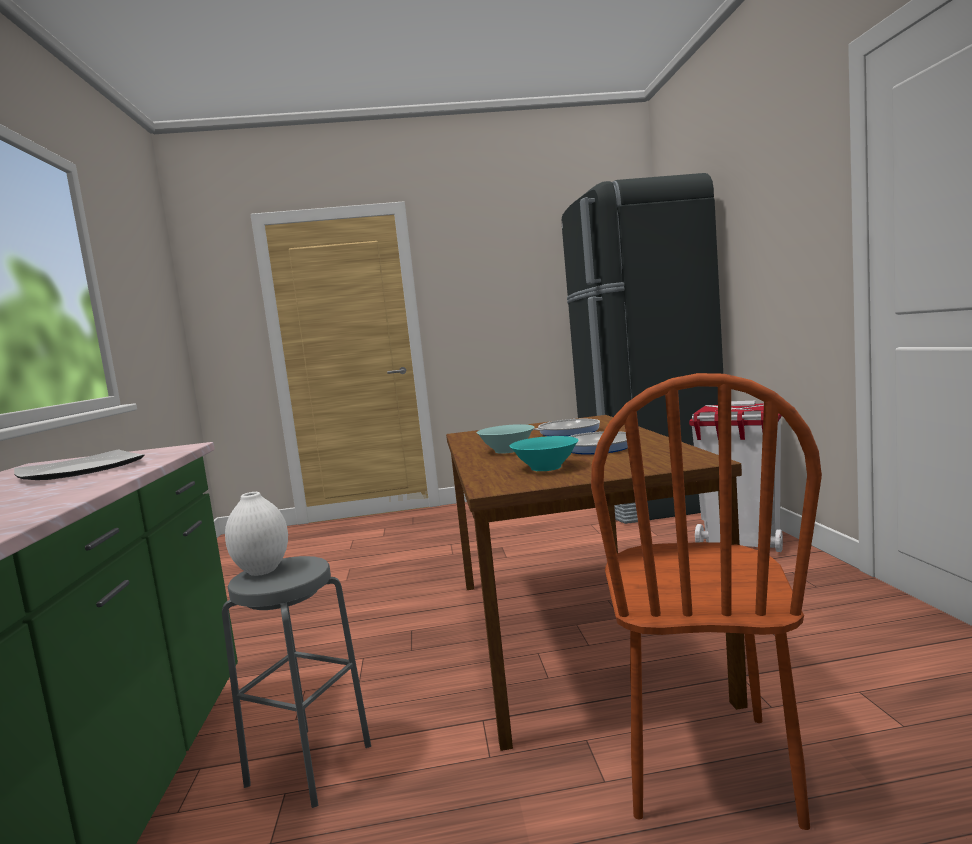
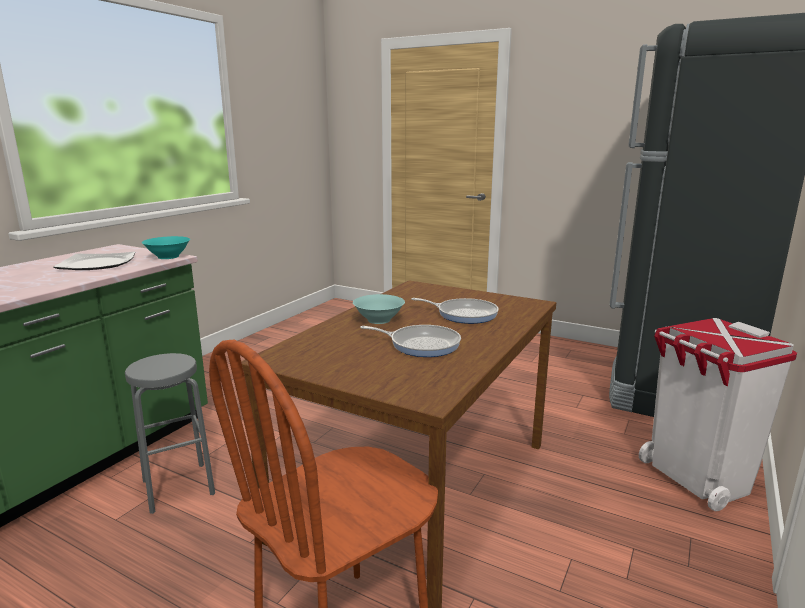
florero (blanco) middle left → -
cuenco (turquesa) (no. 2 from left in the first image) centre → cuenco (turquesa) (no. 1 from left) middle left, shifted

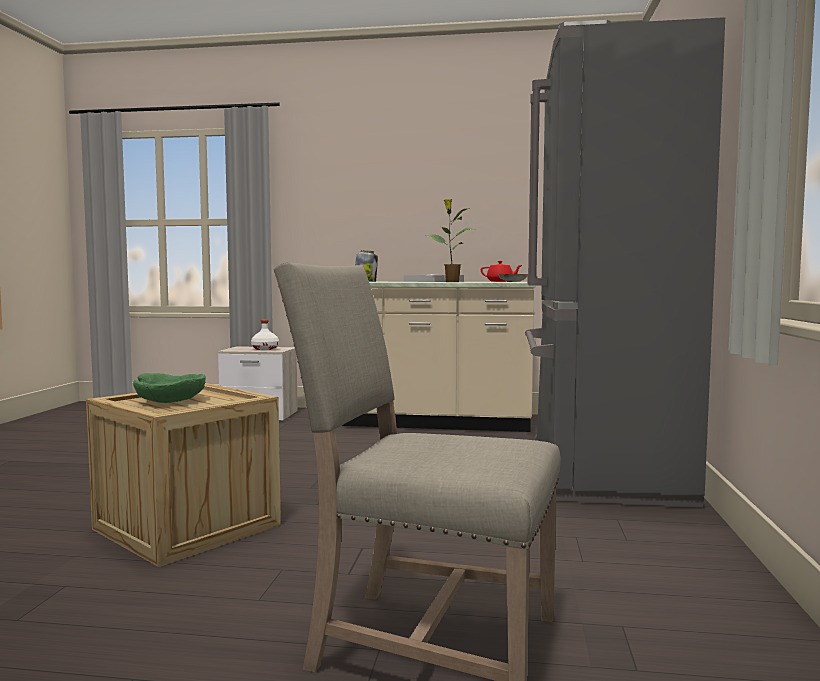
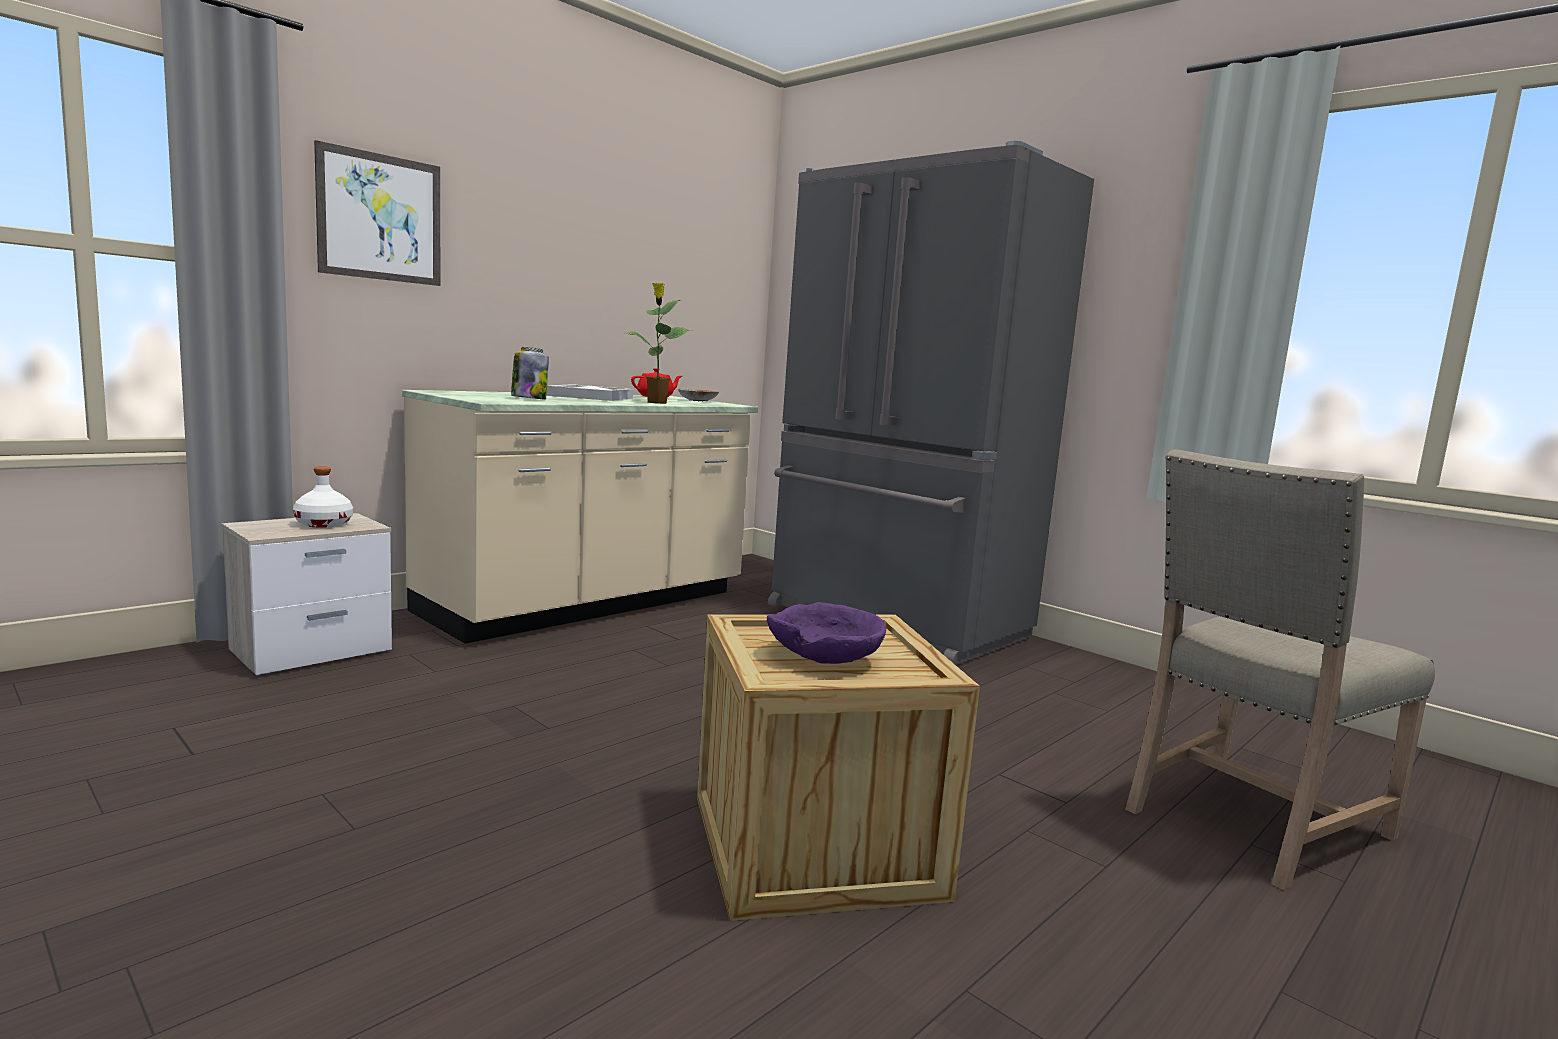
cuenco (verde) middle left → cuenco (morado) centre
- → cuadro top left

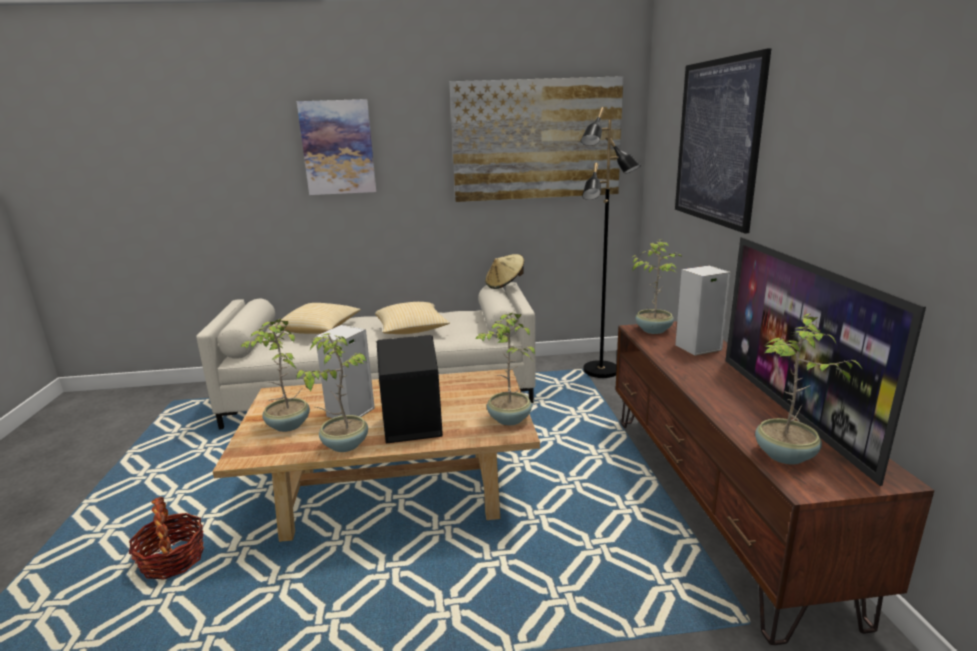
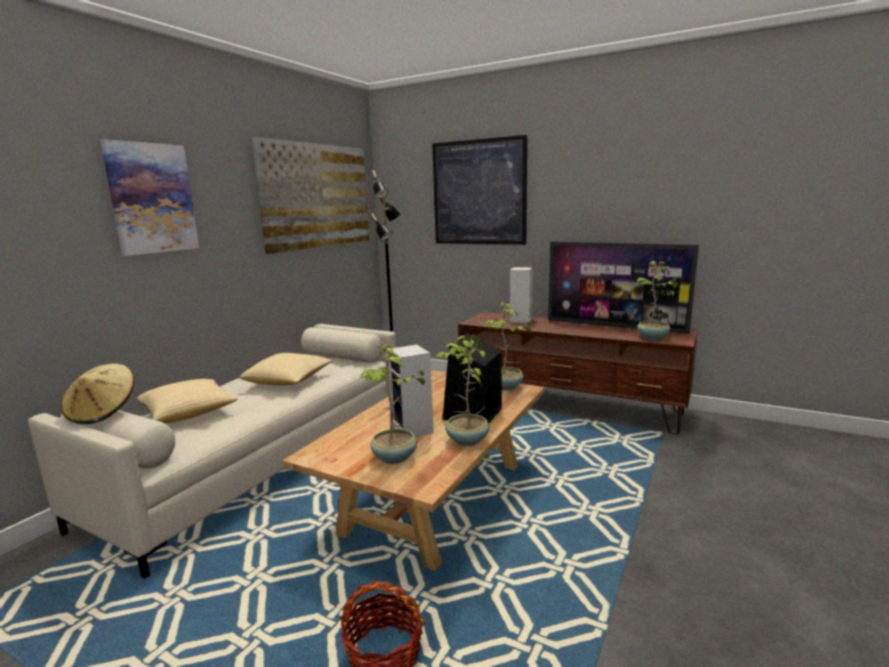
sombrero (beis) centre → sombrero (beis) middle left, shifted
planta en maceta (no. 4 from left) middle right → -

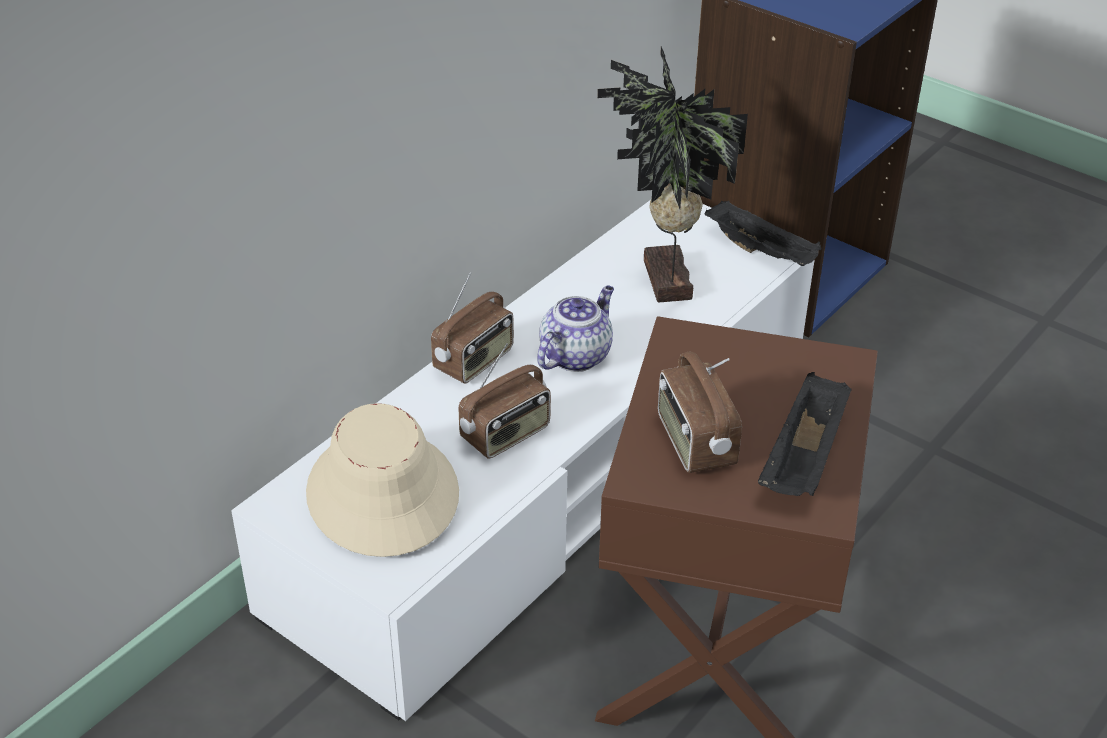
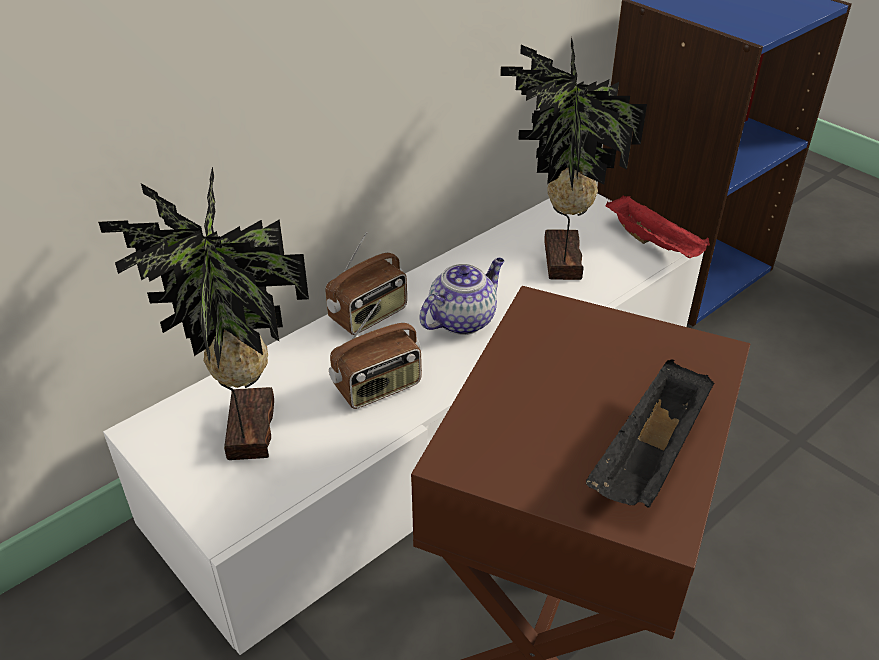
sombrero (beis) centre → planta en maceta (no. 1 from left) middle left
radio (no. 3 from left) centre → -
bandeja (negro) (no. 1 from left) top right → bandeja (rojo) middle right

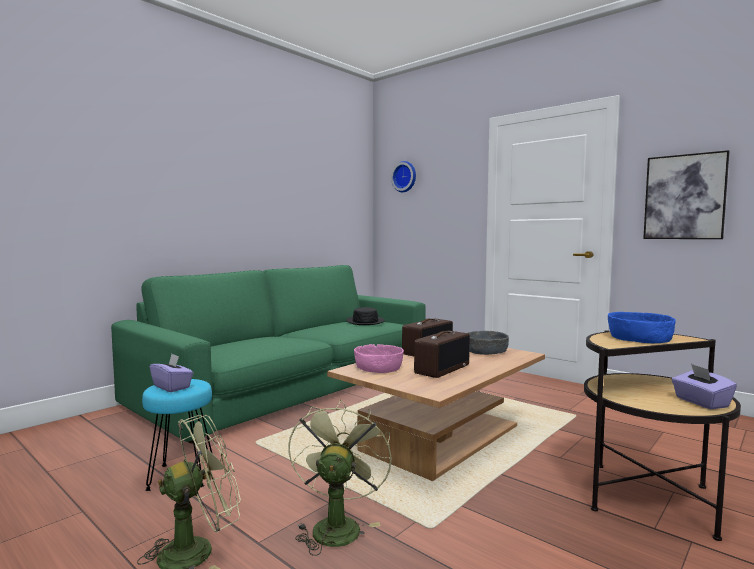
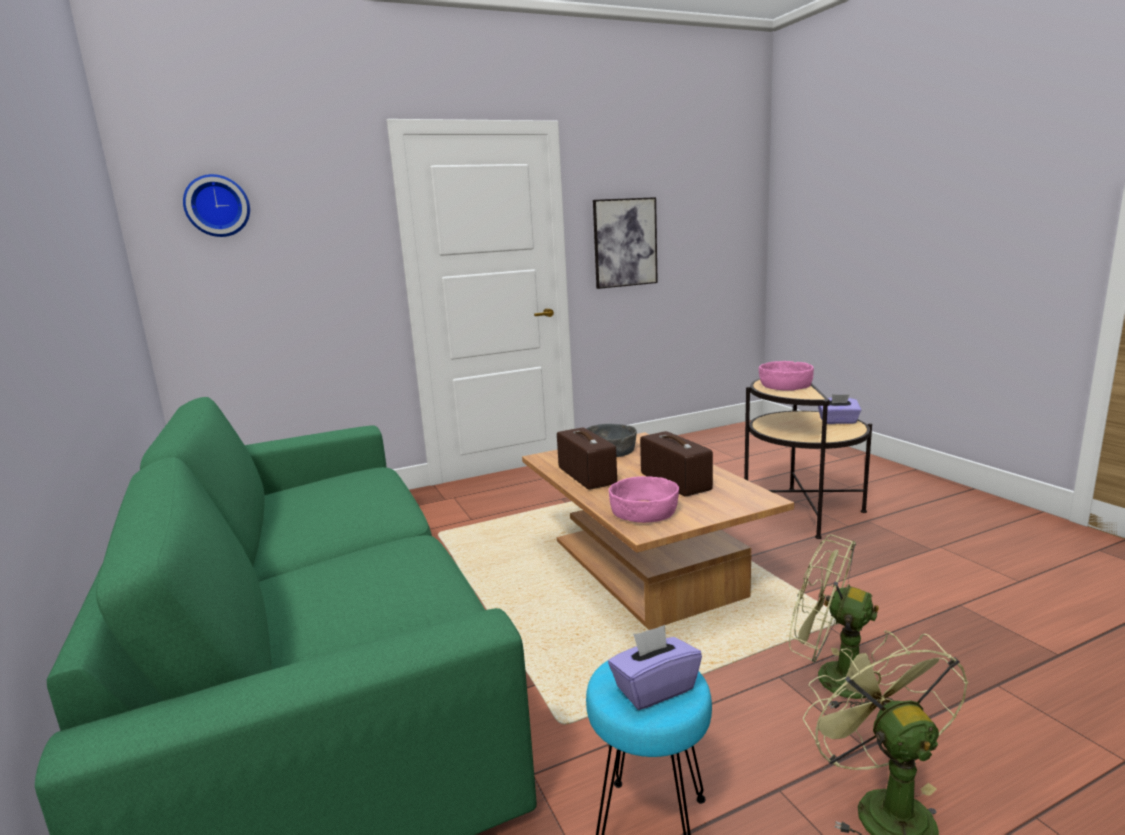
sombrero (negro) centre → -
cuenco (azul) middle right → cuenco (rosa) (no. 2 from left) middle right

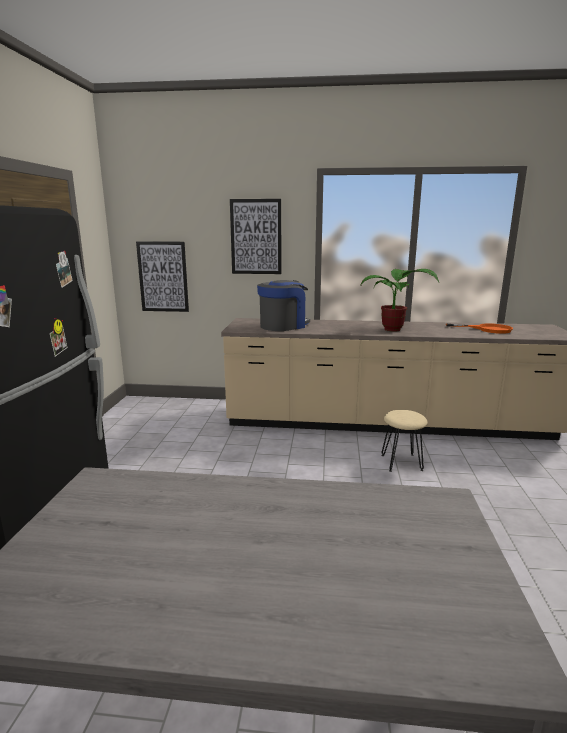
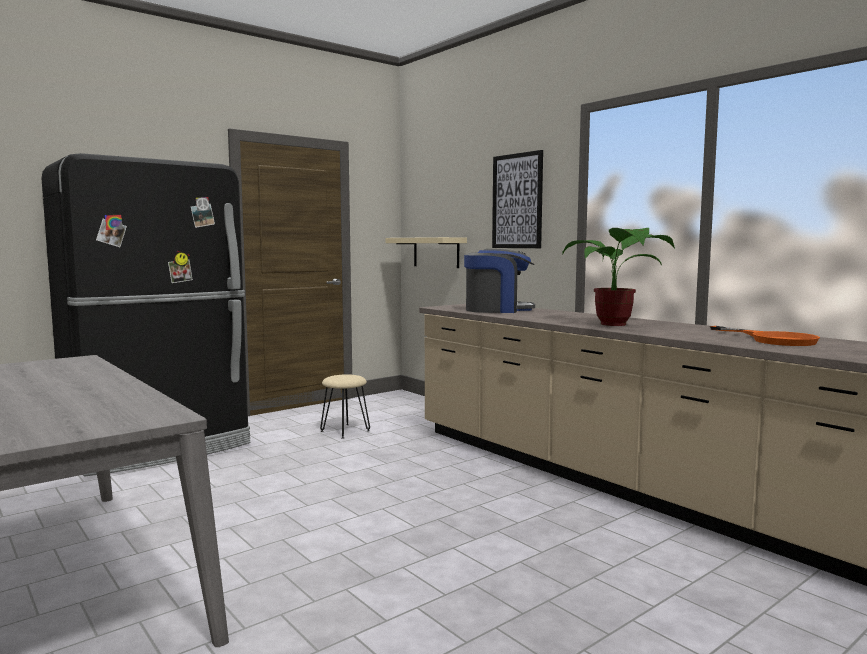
cuadro (no. 1 from left) middle left → estante (beis) centre
taburete (beis) middle right → taburete (beis) centre, shifted

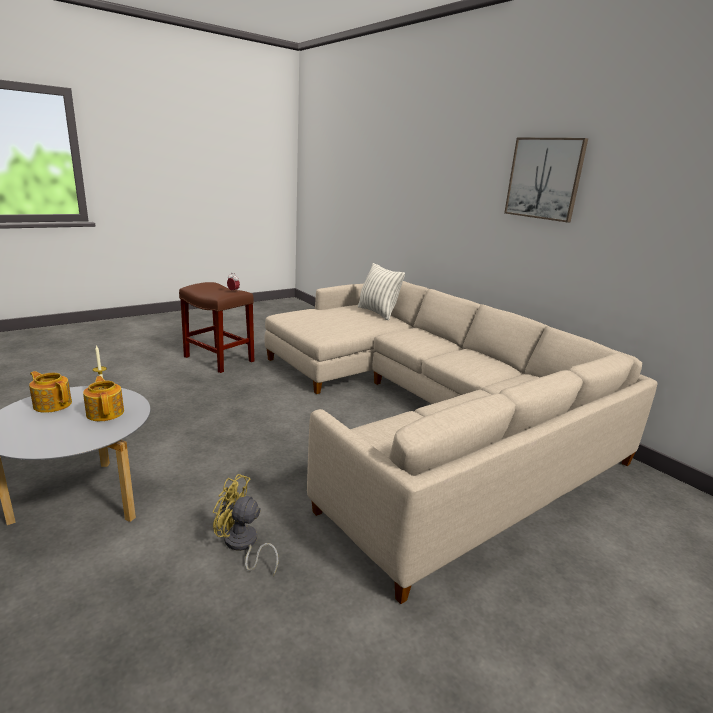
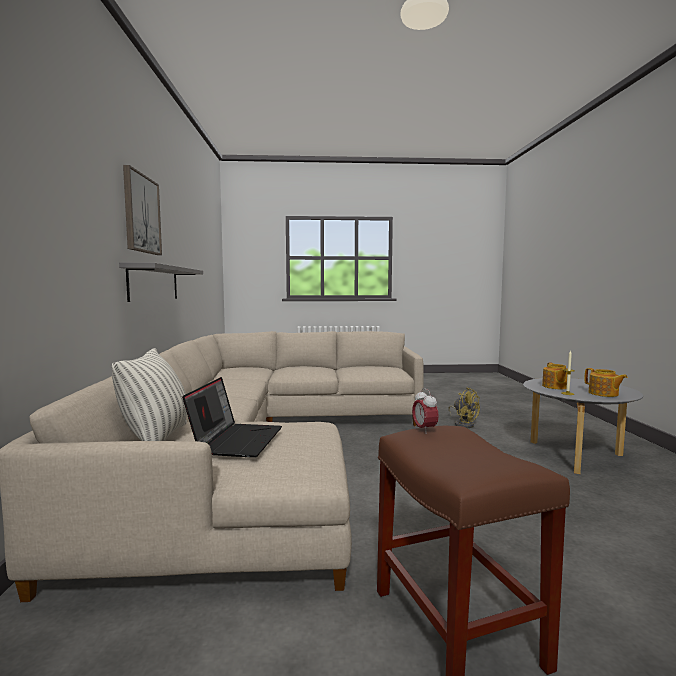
- → estante (gris) middle left
- → portátil centre

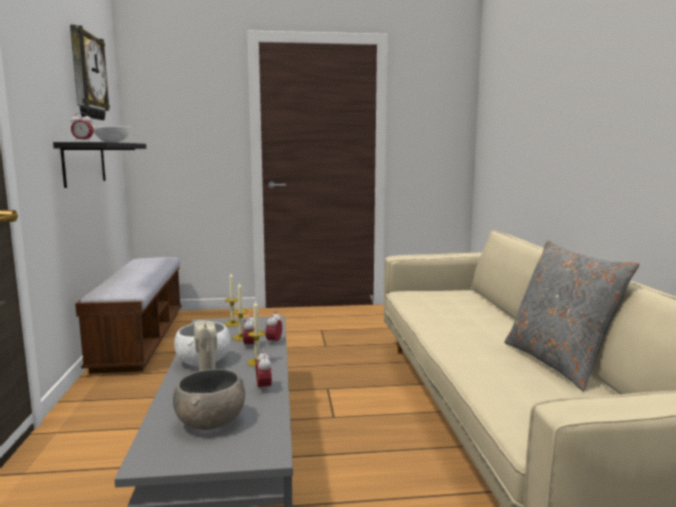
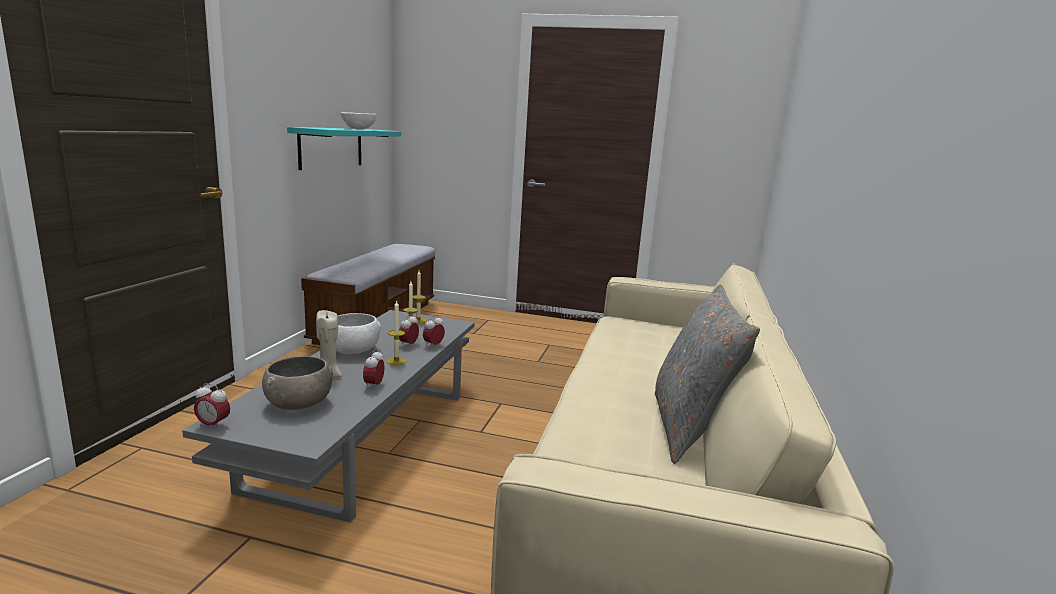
estante (negro) top left → estante (turquesa) top left
reloj de pared top left → -
despertador (no. 1 from left) top left → despertador (no. 1 from left) bottom left, shifted

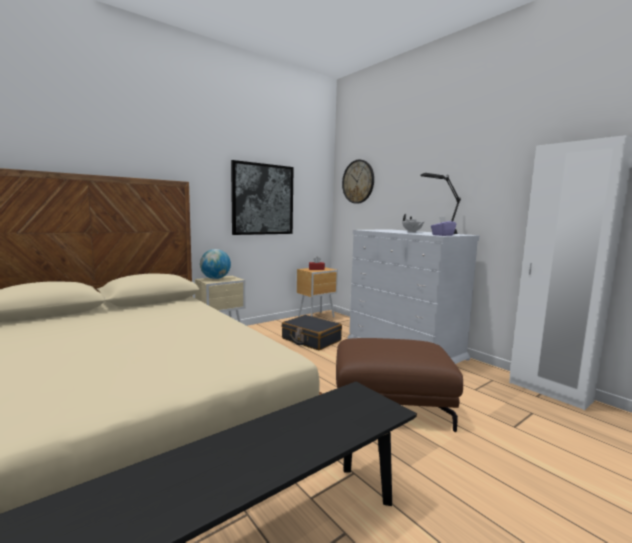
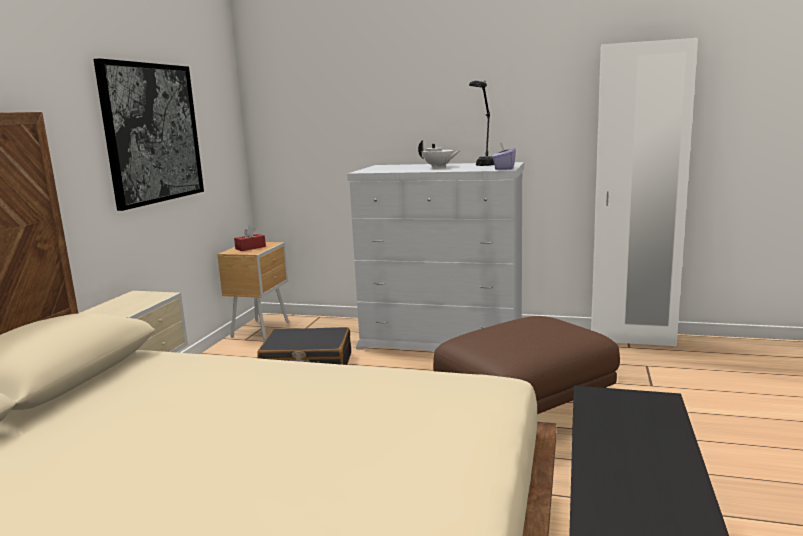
globo terráqueo centre → -
reloj de pared centre → -

